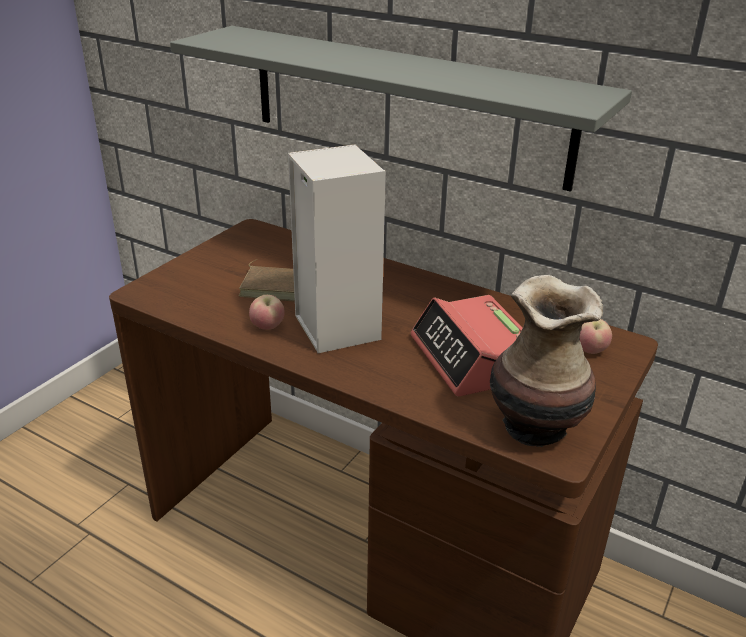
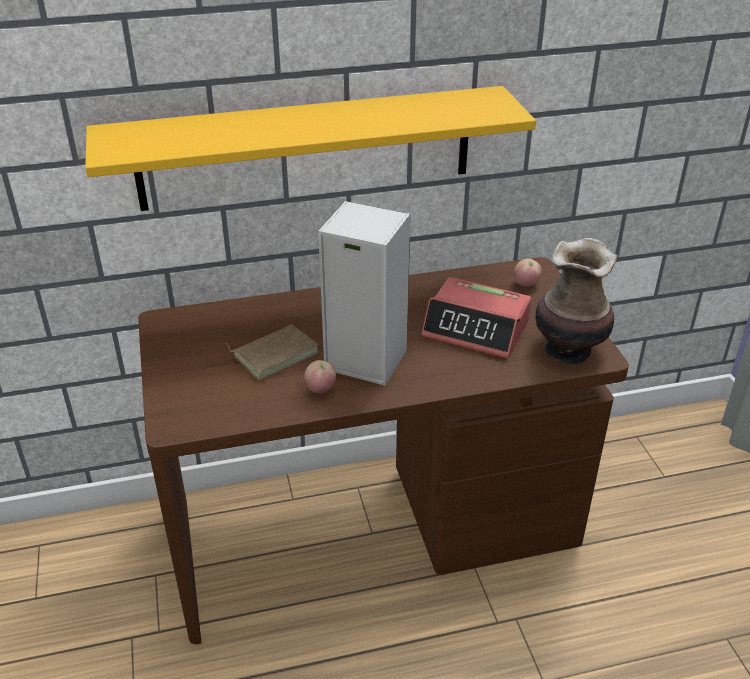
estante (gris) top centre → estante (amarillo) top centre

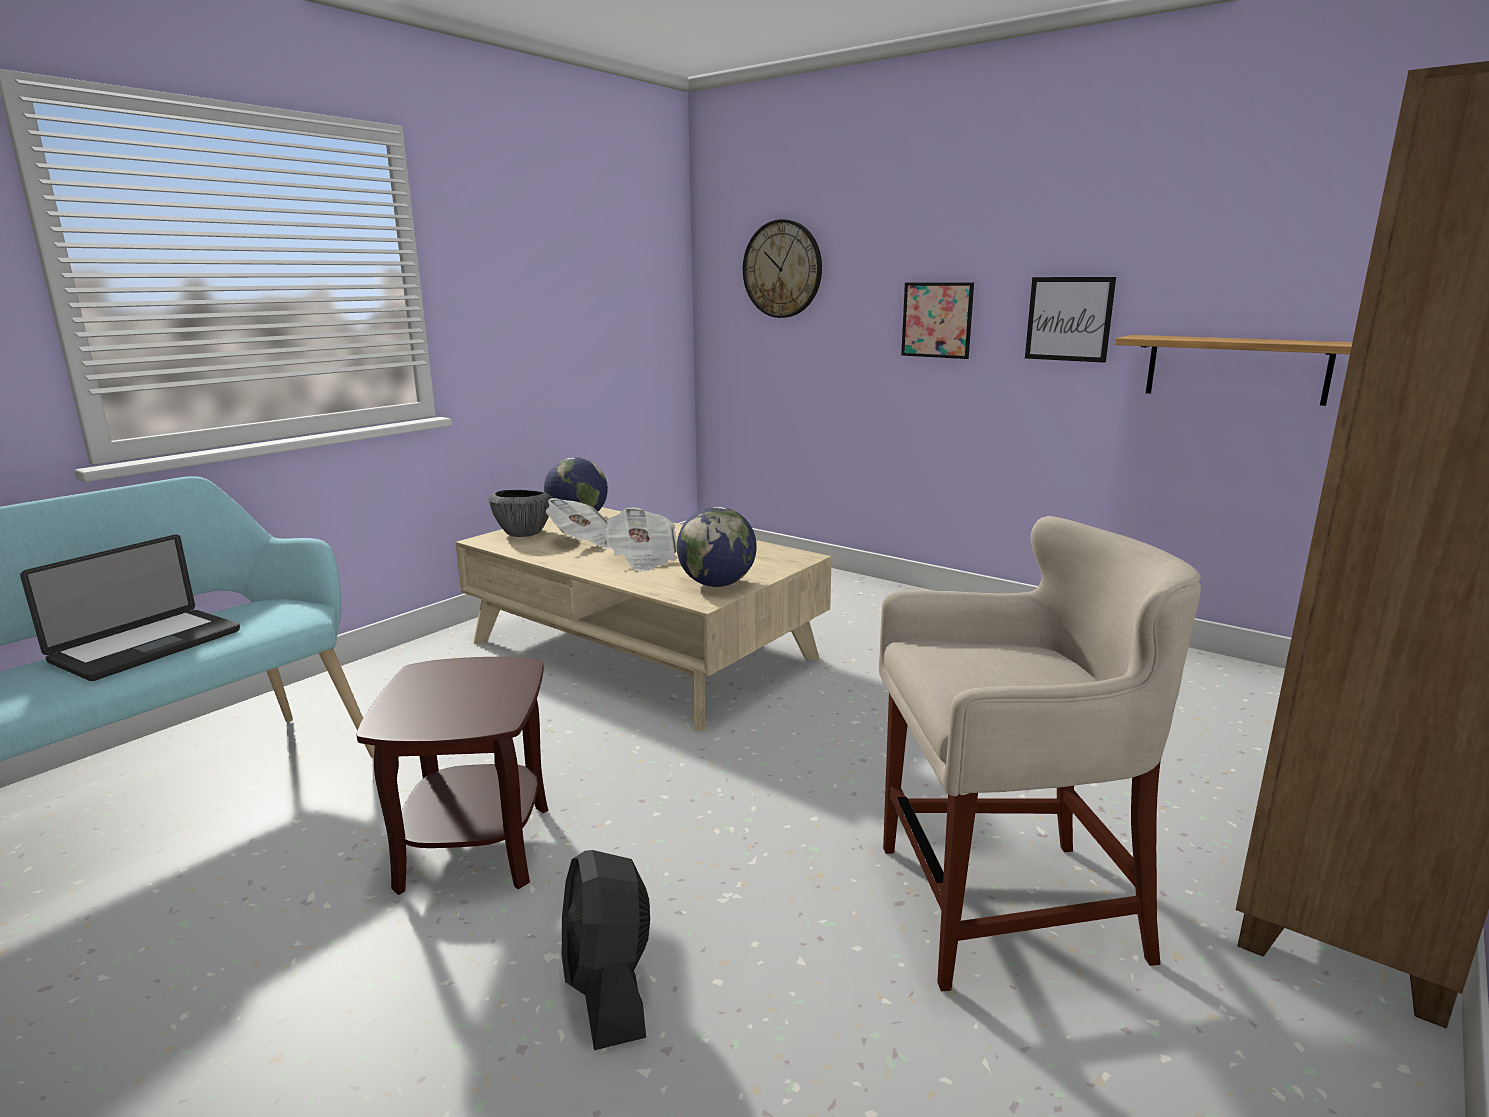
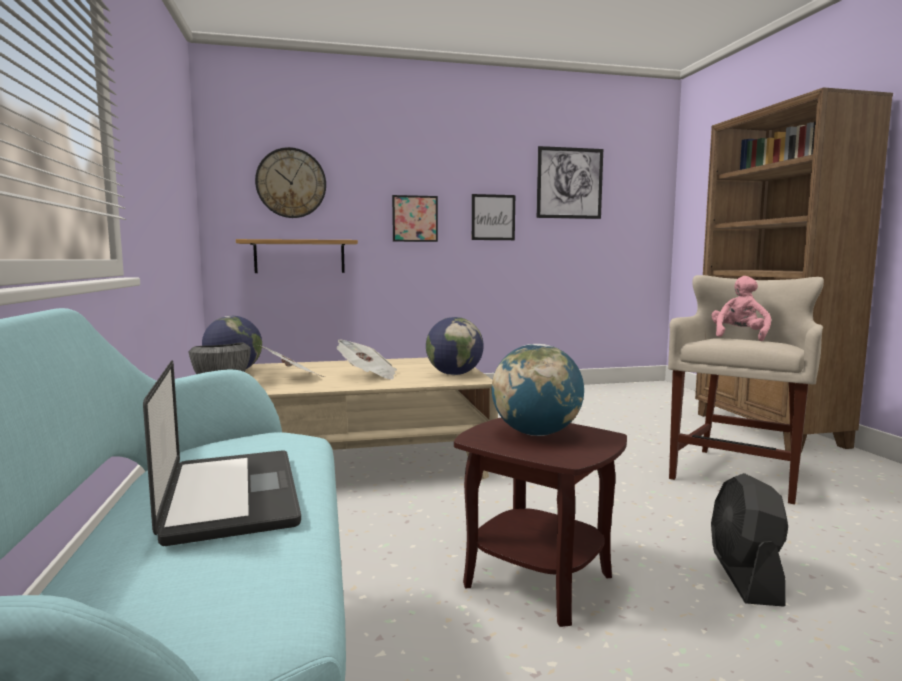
ventilador (negro) bottom centre → ventilador (negro) bottom right, 75 degrees clockwise
estante top right → estante middle left, shifted
- → globo terráqueo (no. 3 from left) centre
- → cuadro (no. 3 from left) top centre
- → peluche (rosa) middle right

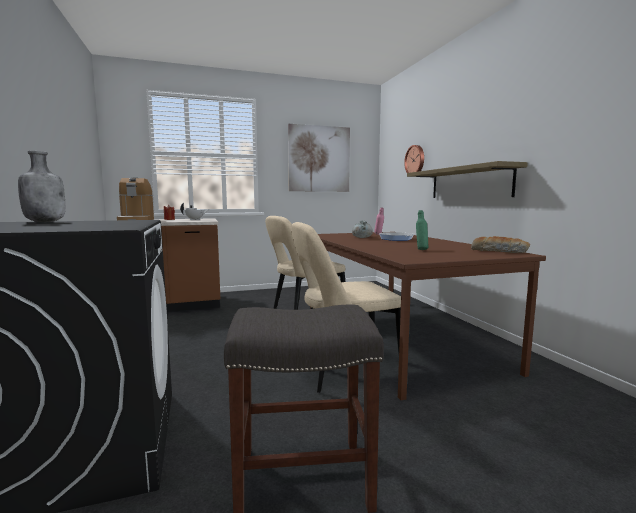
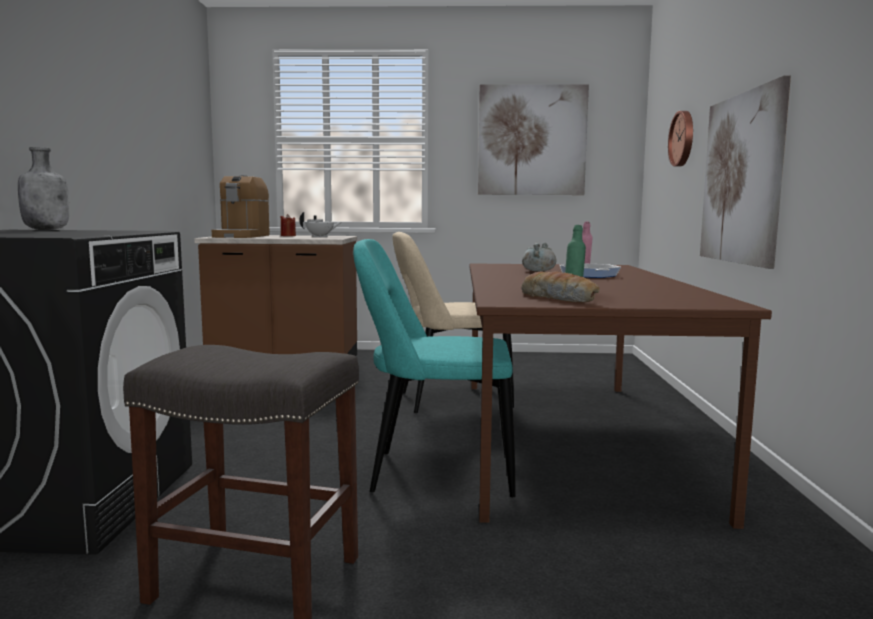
silla (beis) (no. 2 from left) centre → silla (turquesa) centre
estante middle right → cuadro (no. 2 from left) top right
pan middle right → pan centre, shifted

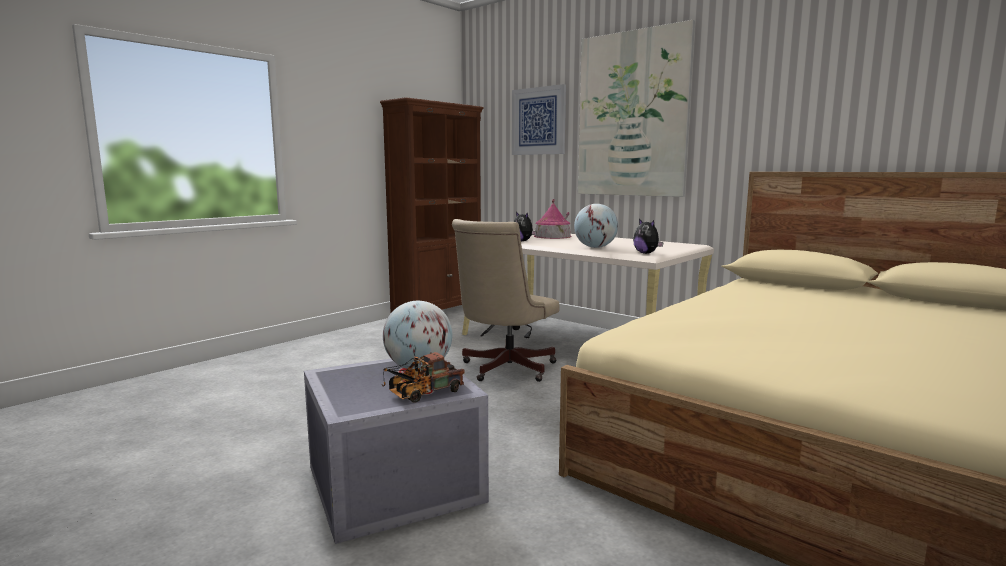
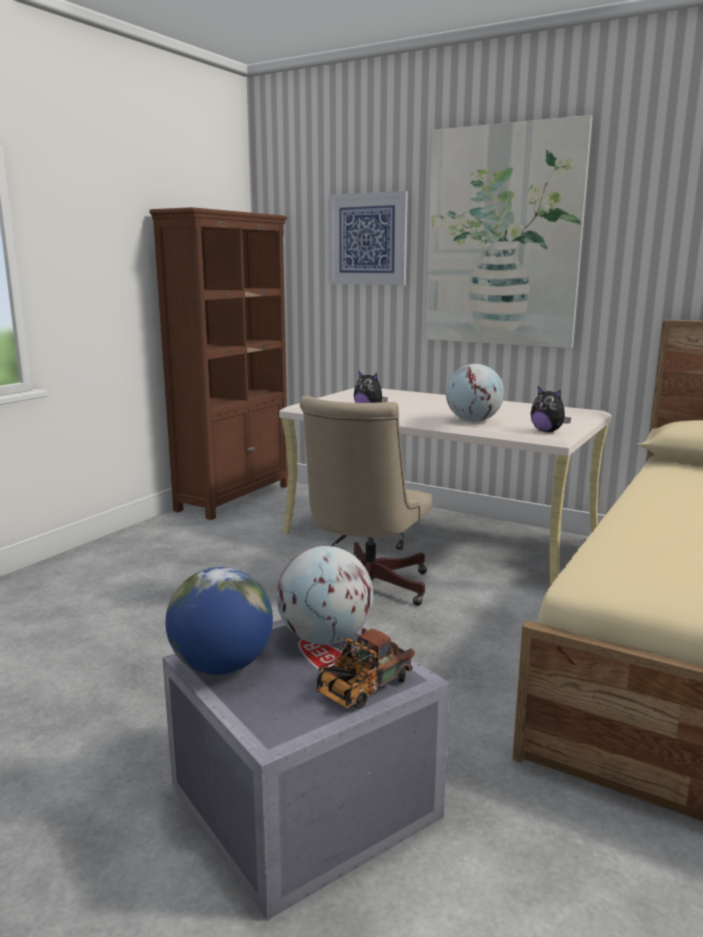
casita centre → -
- → globo terráqueo (no. 1 from left) middle left

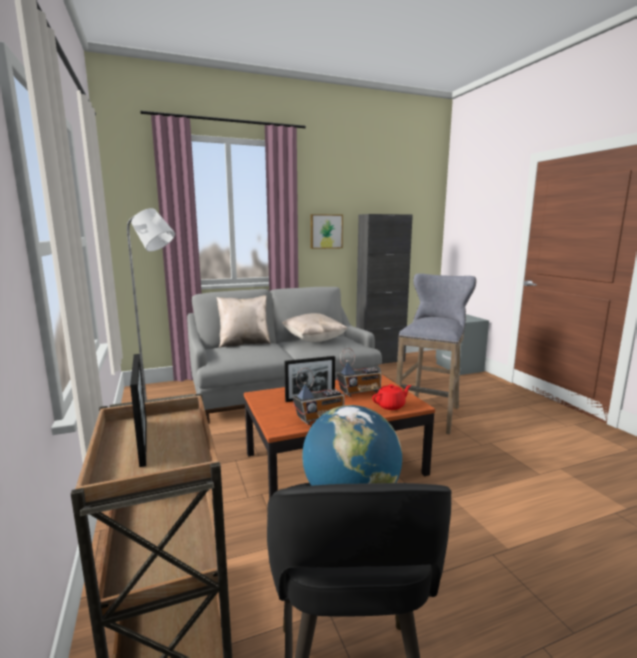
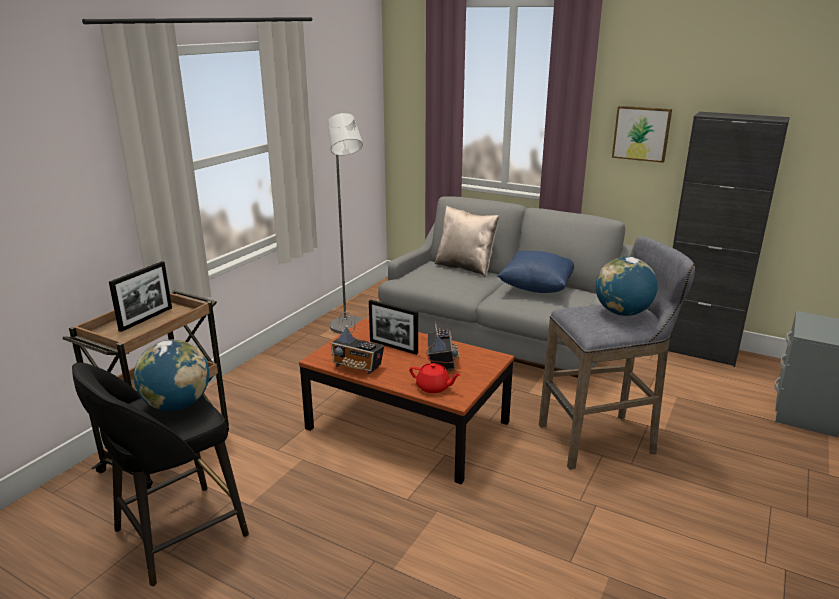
cojín (beis) (no. 2 from left) centre → cojín (azul) centre
radio (no. 2 from left) centre, 120 degrees counterclockwise
- → globo terráqueo (no. 2 from left) middle right

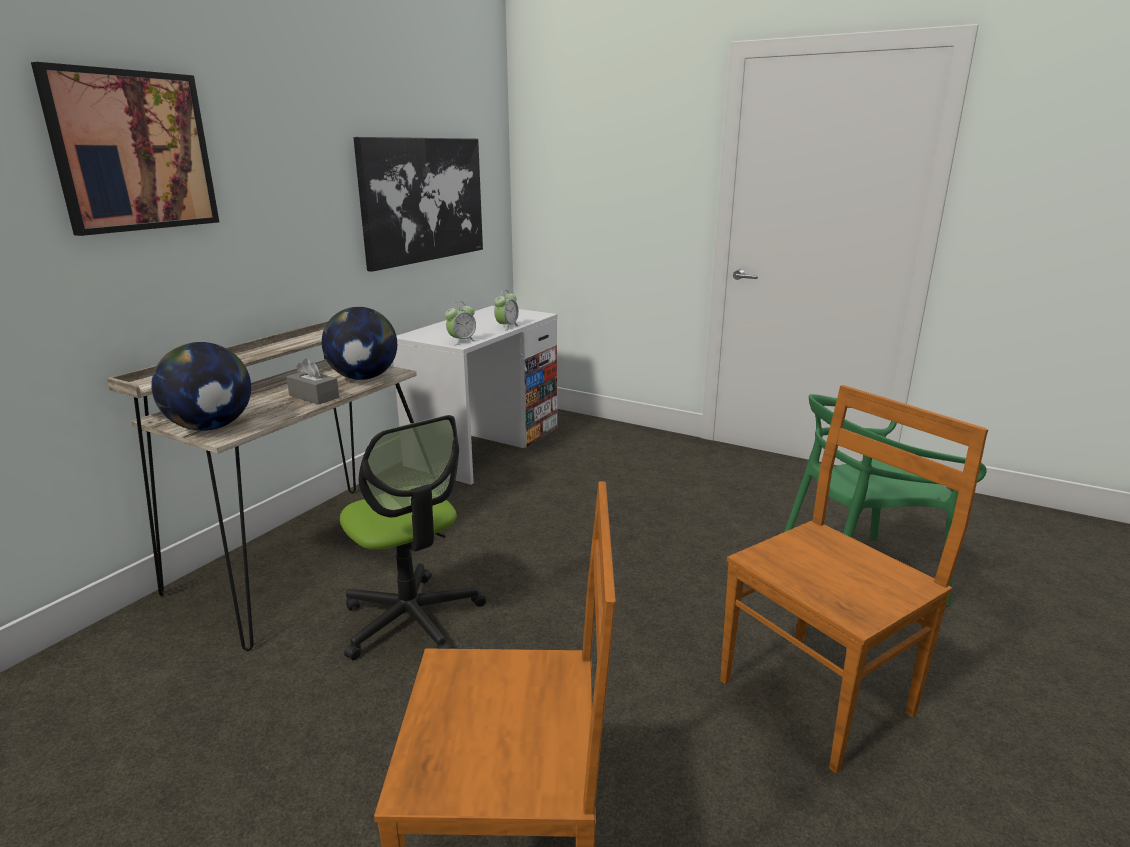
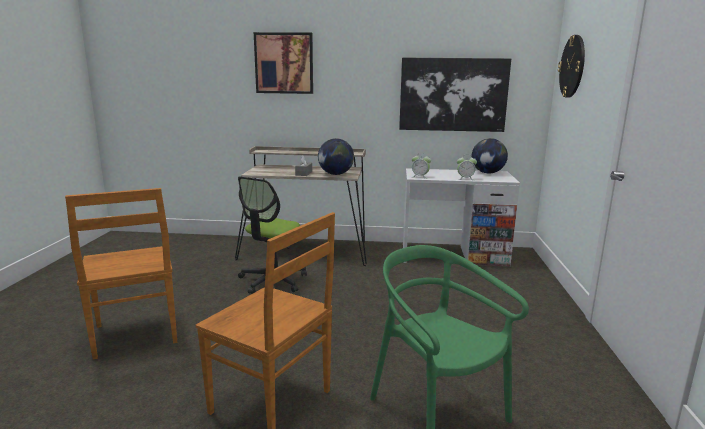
globo terráqueo (no. 1 from left in the first image) middle left → globo terráqueo (no. 2 from left) middle right, shifted
- → reloj de pared top right

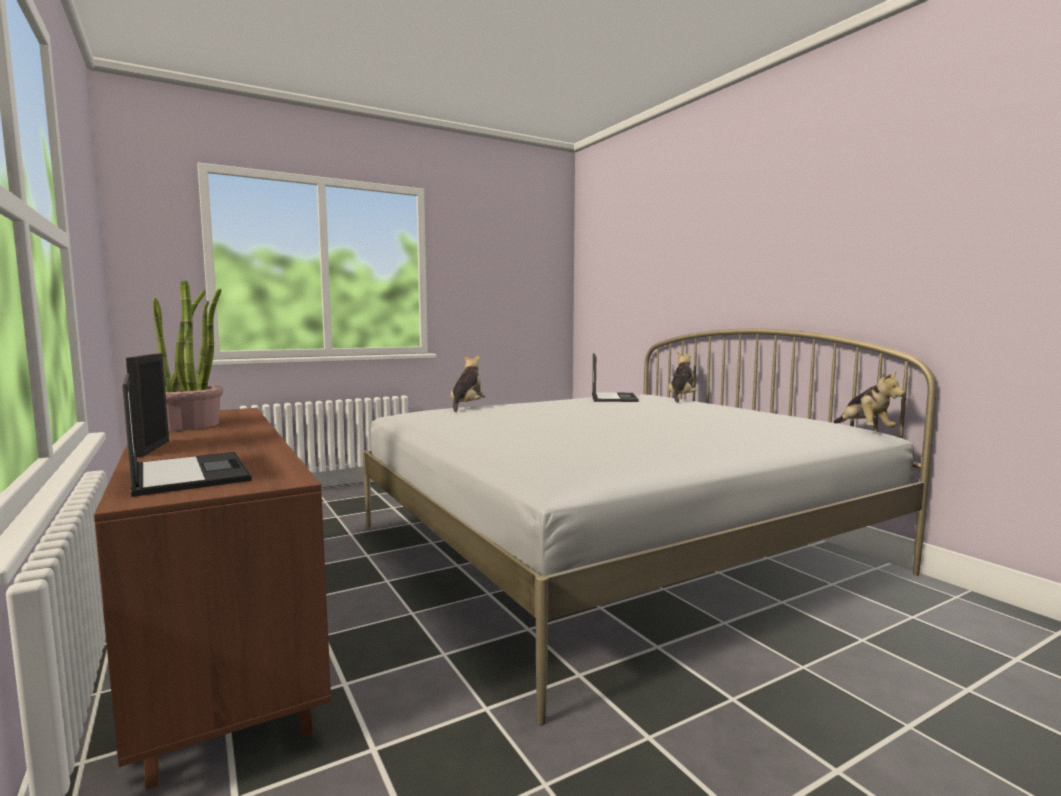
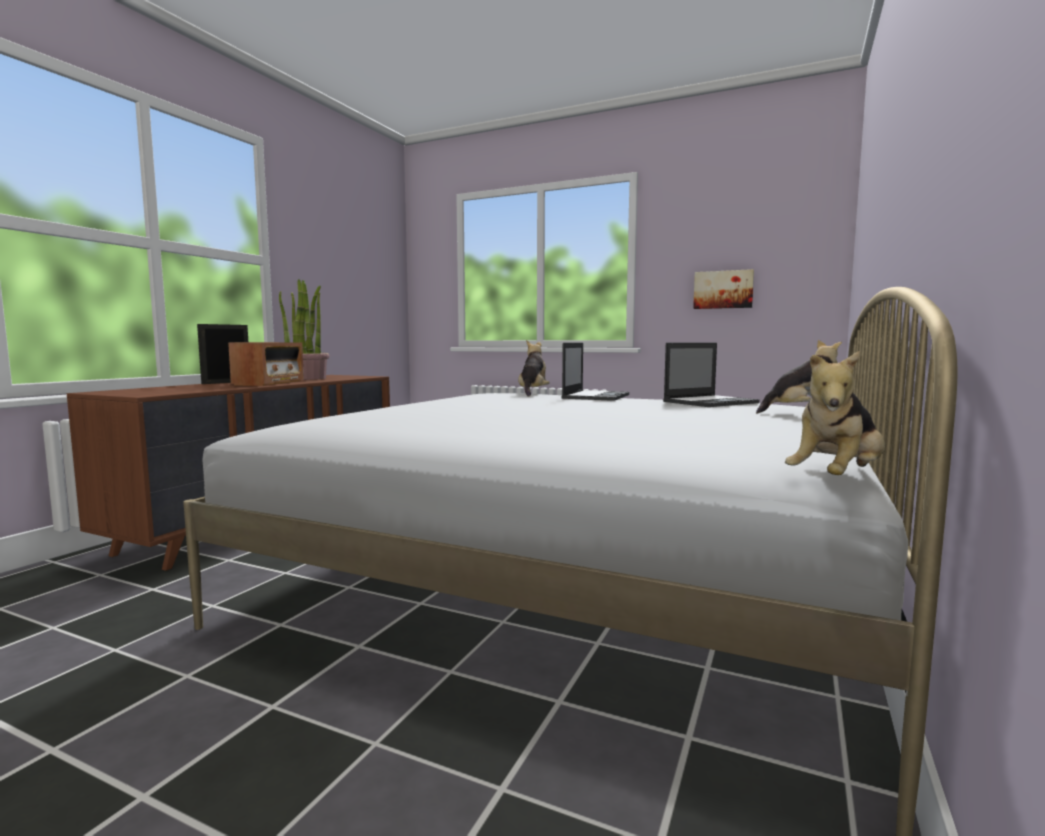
portátil (no. 1 from left) middle left → portátil (no. 1 from left) centre, shifted
peluche (no. 1 from left) centre, 60 degrees counterclockwise
- → radio middle left
- → cuadro middle right

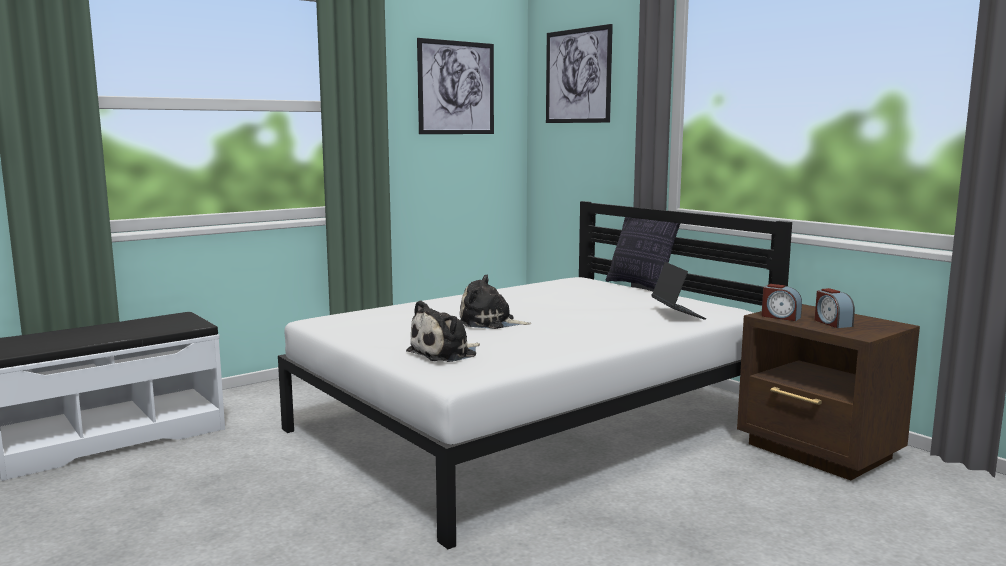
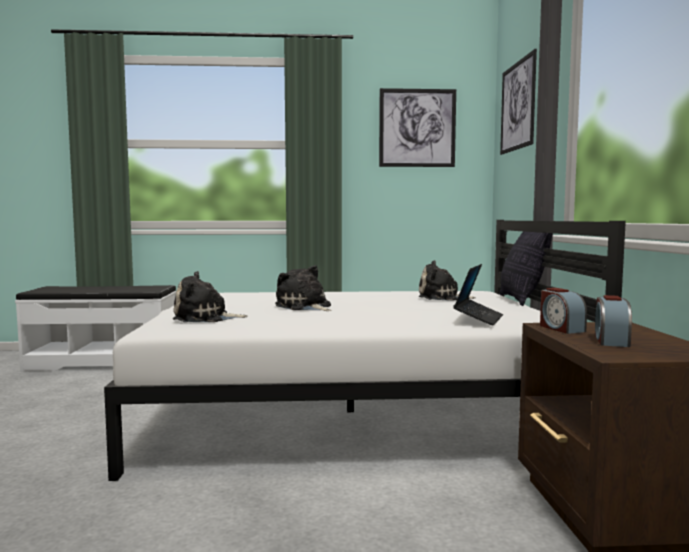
- → peluche (no. 3 from left) centre

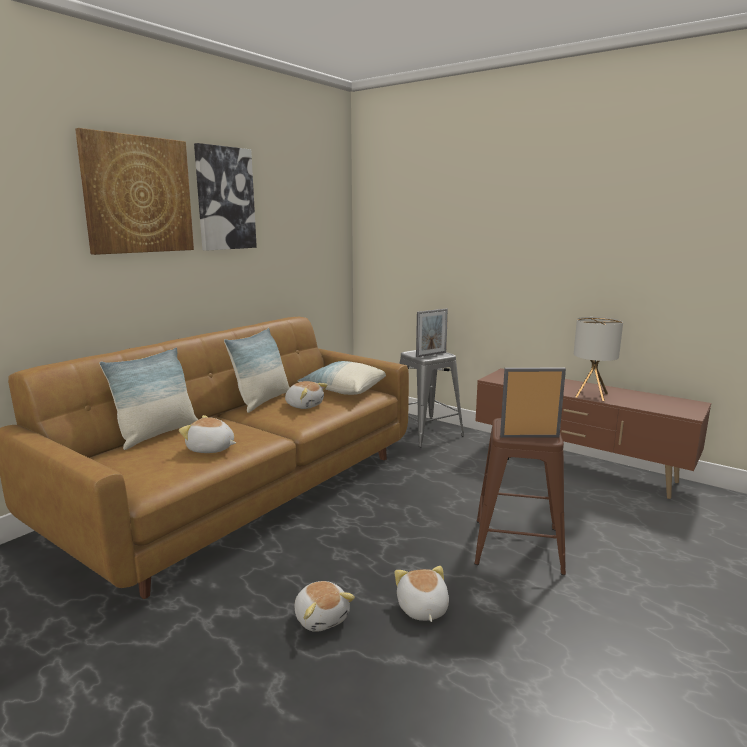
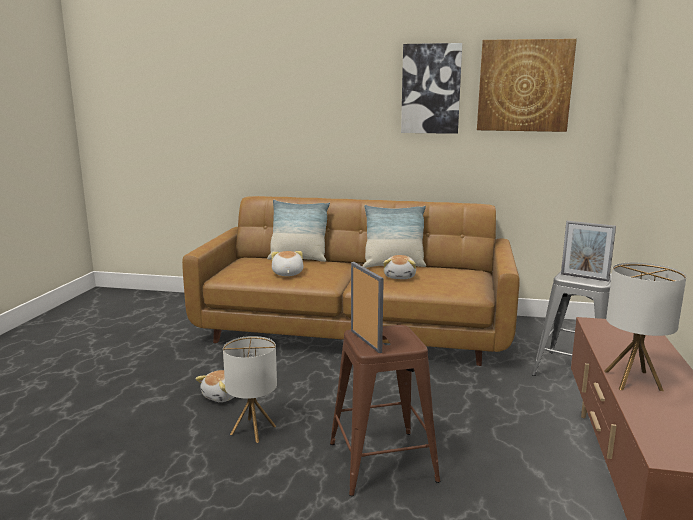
cuadro (no. 1 from left in the first image) top left → cuadro (no. 2 from left) top right, shifted
cojín (no. 3 from left) centre → -
peluche (no. 4 from left) bottom centre → lámpara de mesa (no. 1 from left) bottom centre

